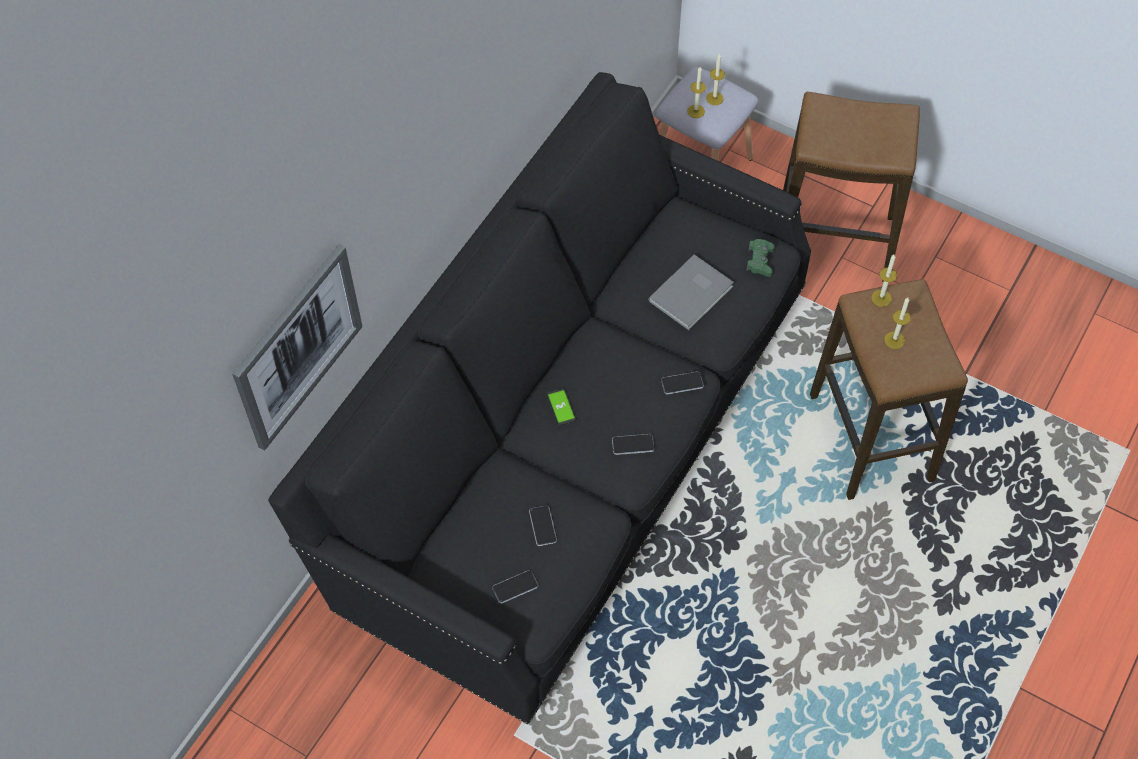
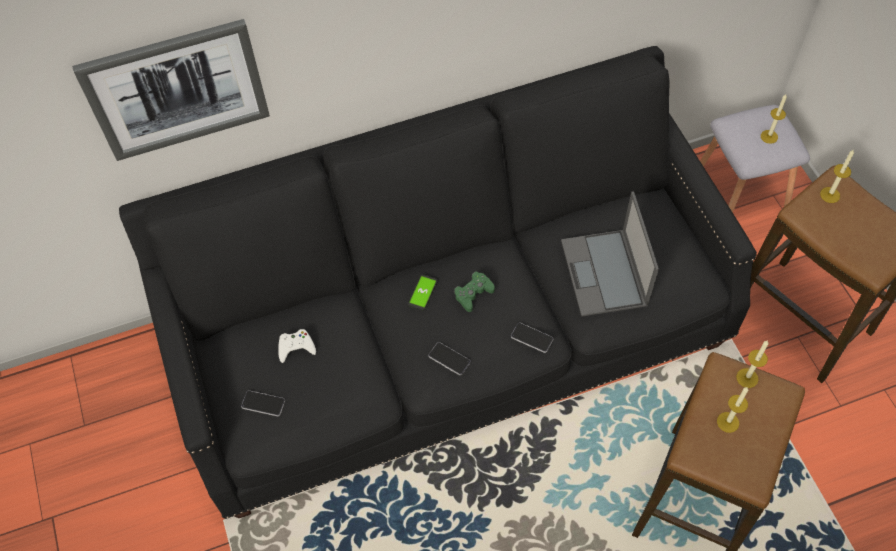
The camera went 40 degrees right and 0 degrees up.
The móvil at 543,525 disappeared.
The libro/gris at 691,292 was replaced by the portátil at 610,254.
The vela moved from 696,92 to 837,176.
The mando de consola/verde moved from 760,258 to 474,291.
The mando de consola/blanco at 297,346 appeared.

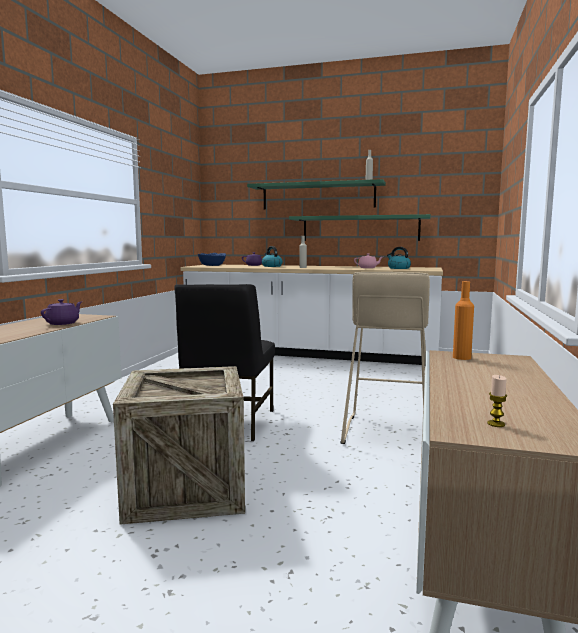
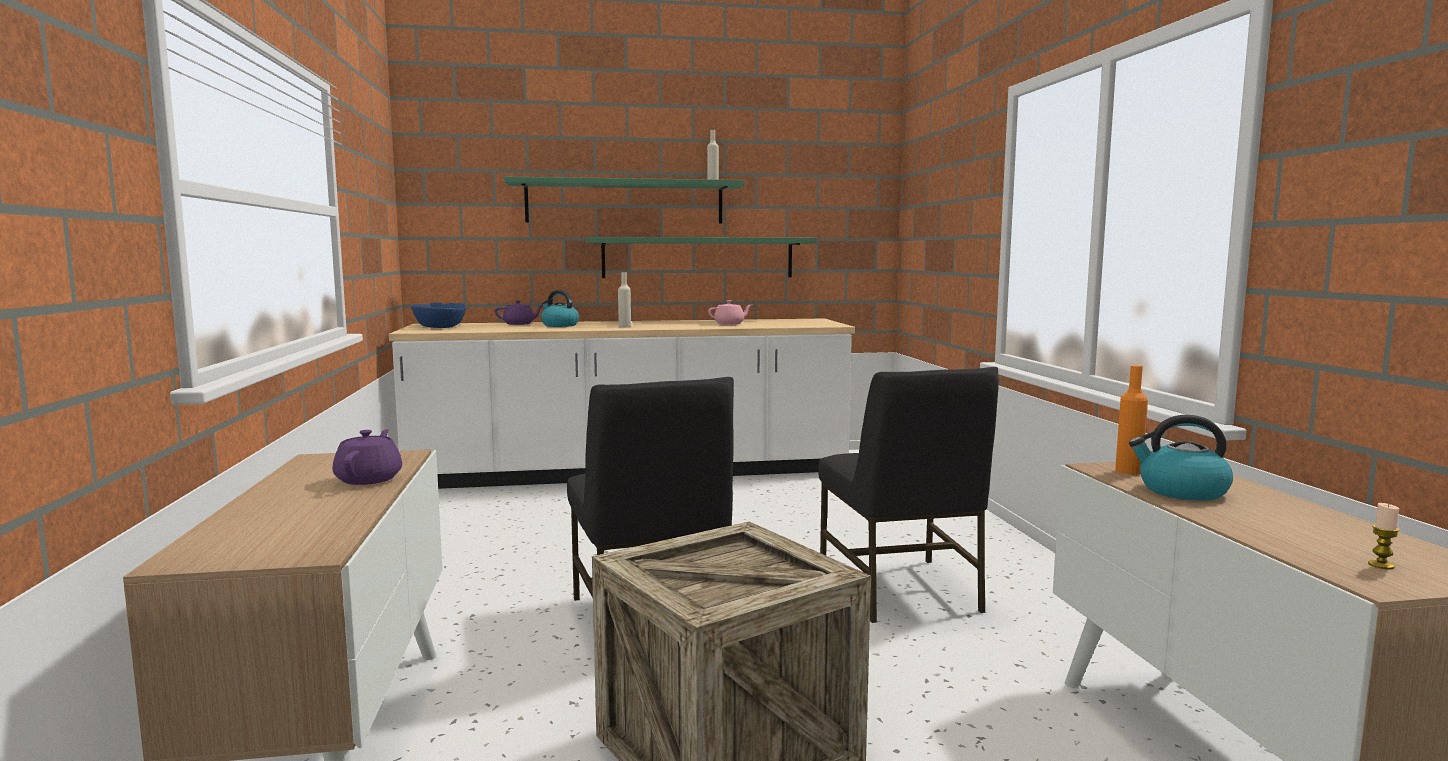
The camera went 25 degrees left and 0 degrees up.
The taburete/beis at 385,358 was replaced by the silla/negro at 908,495.
The hervidor moved from 399,258 to 1181,458.

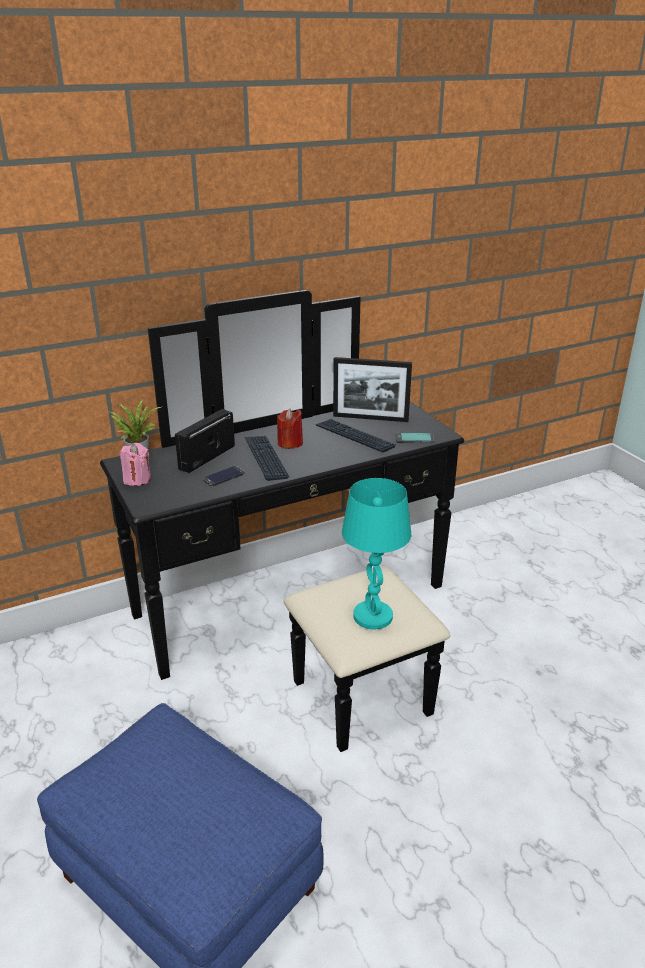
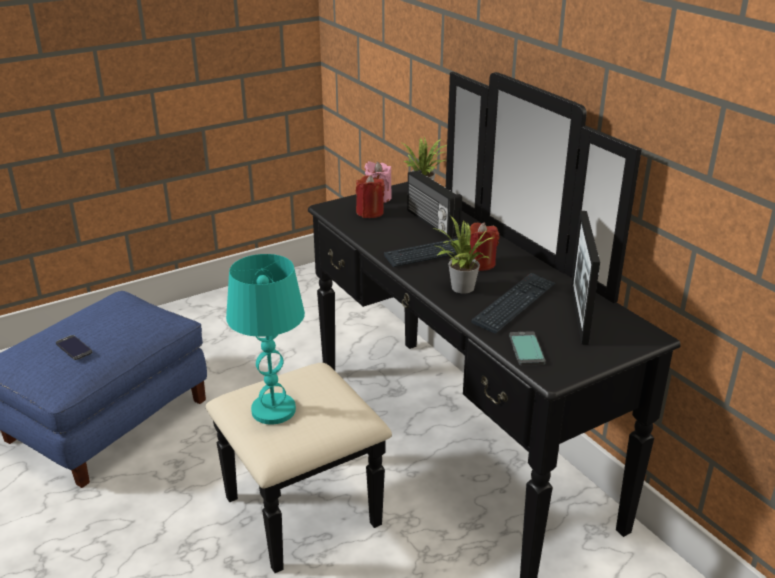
The camera went 85 degrees right and 0 degrees up.
The radio at 205,441 turned 150 degrees counterclockwise.
The móvil moved from 224,476 to 74,347.
The vela/rojo at 370,196 appeared.
The planta en maceta at 462,255 appeared.

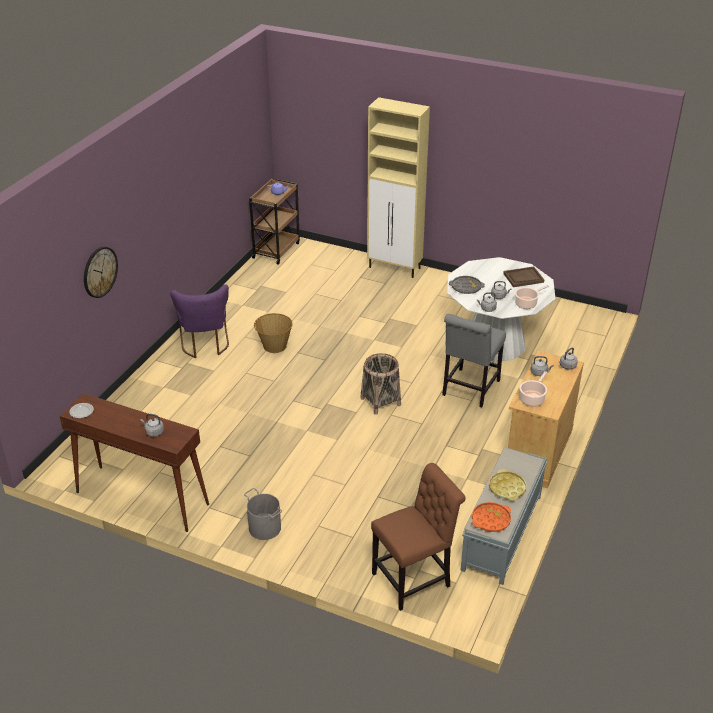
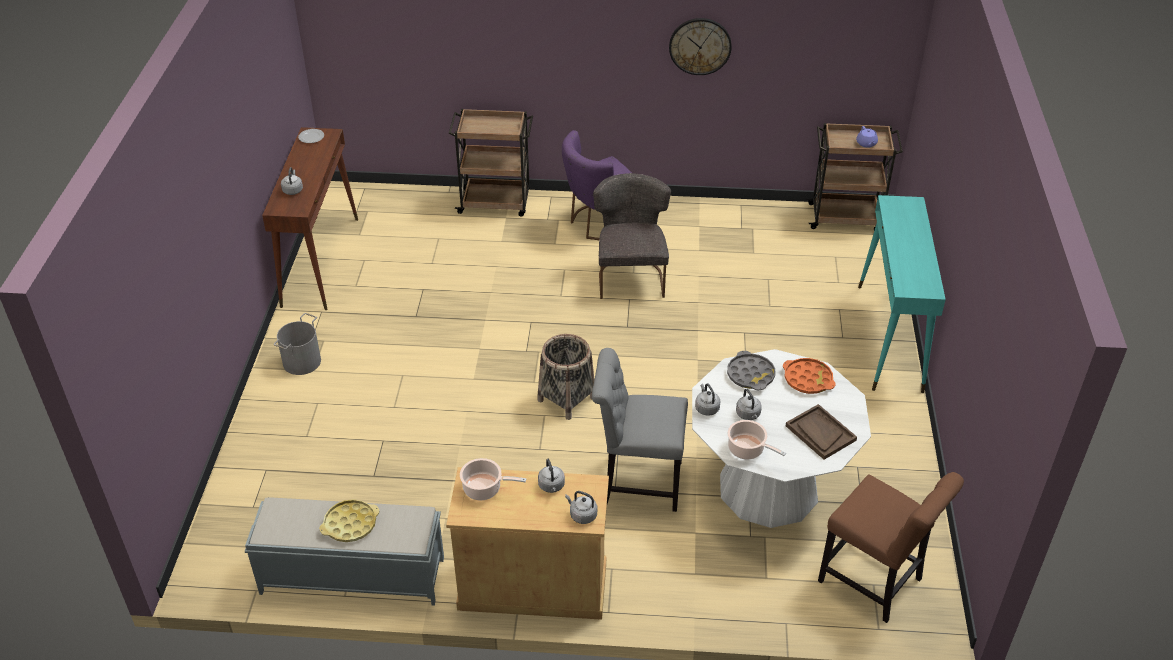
The camera went 70 degrees right and 5 degrees up.
The reloj de pared moved from 101,272 to 700,46.
The cesta at 273,333 was replaced by the silla/gris at 632,236.
The armario/beis at 398,187 was replaced by the mesa consola/turquesa at 902,294.
The silla/marrón moved from 418,537 to 891,547.
The bandeja/naranja moved from 491,517 to 809,376.
The carrito/marrón at 490,163 appeared.

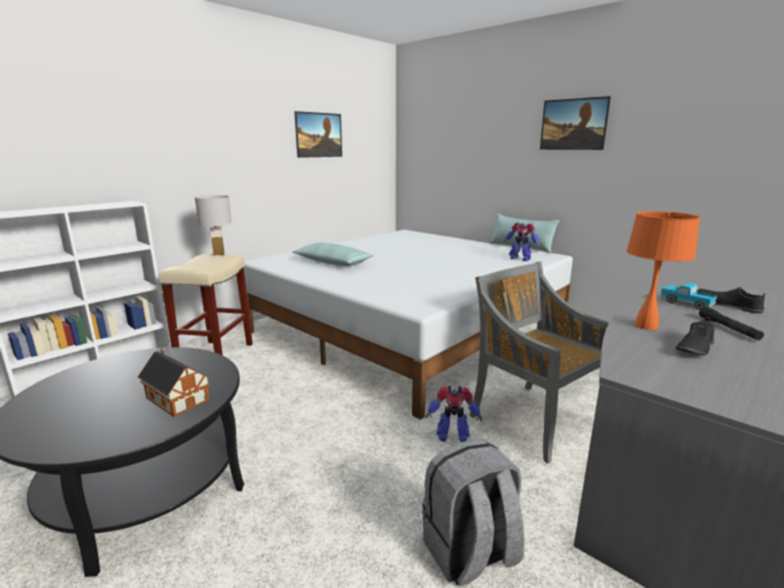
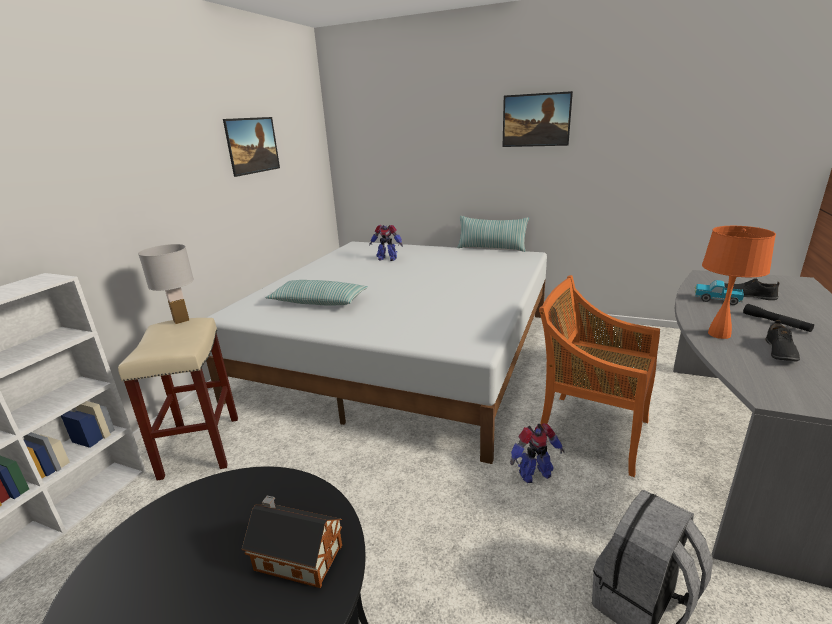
The camera went 20 degrees left and 5 degrees up.
The silla/gris at 540,362 became the silla/naranja at 599,376.
The robot de juguete moved from 521,241 to 386,243.

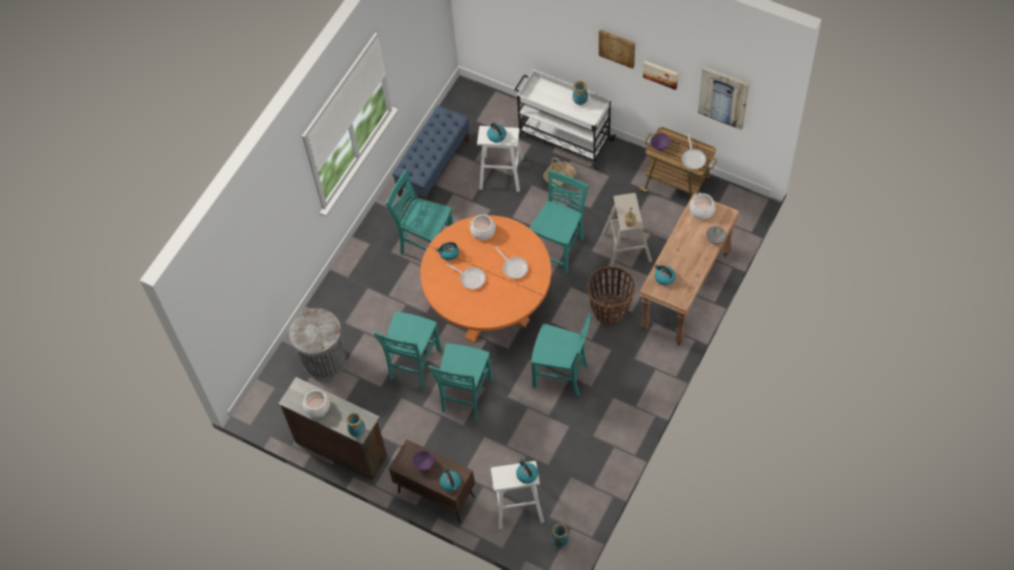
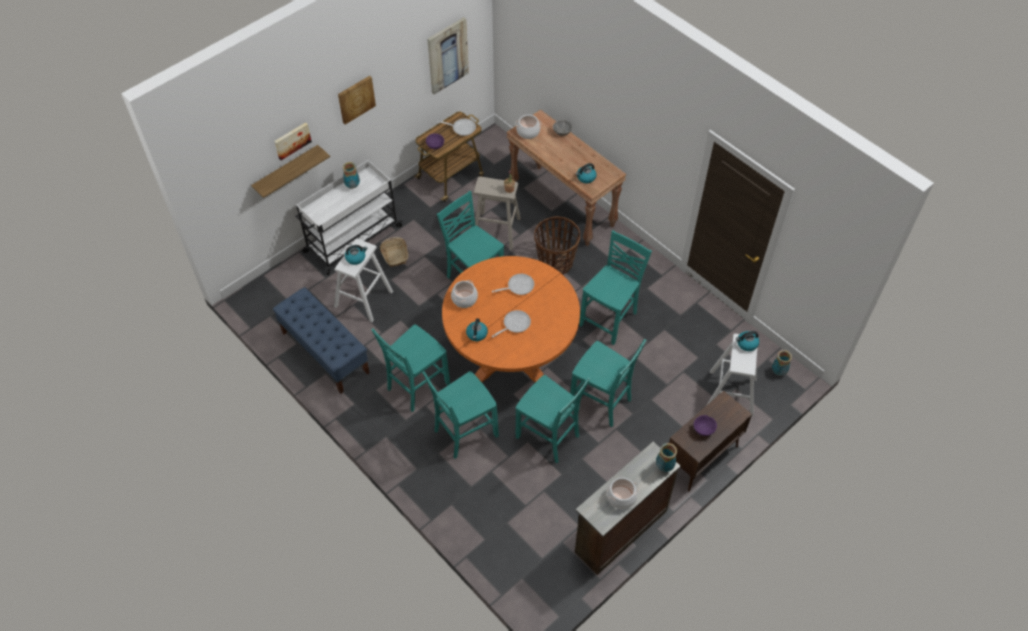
The camera went 75 degrees left and 5 degrees down.
The papelera/gris at 317,344 disappeared.
The hervidor at 450,481 disappeared.
The cuadro moved from 660,75 to 293,141.
The estante at 290,171 appeared.
The silla/turquesa at 460,415 appeared.

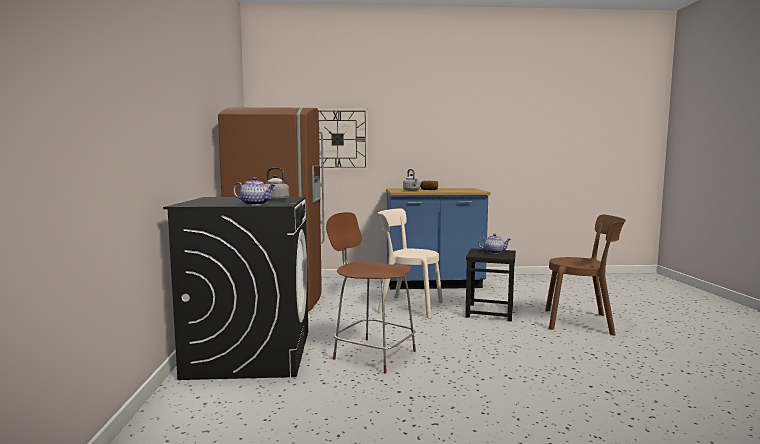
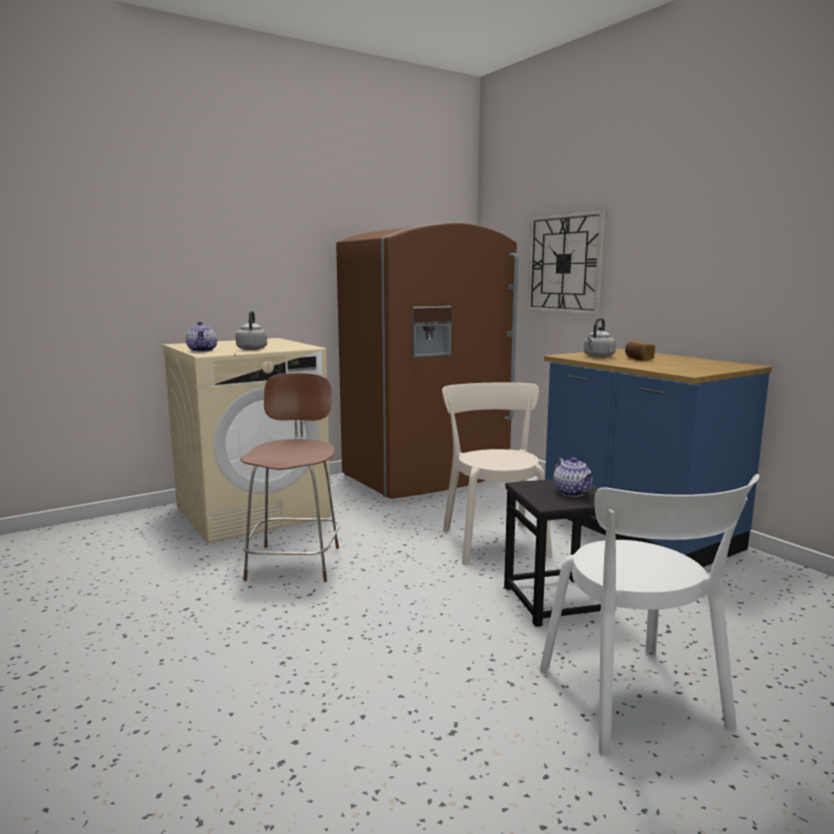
The camera went 60 degrees right and 5 degrees up.
The lavadora/negro at 235,288 became the lavadora/beis at 246,441.
The silla/marrón at 585,275 became the silla/blanco at 649,615.

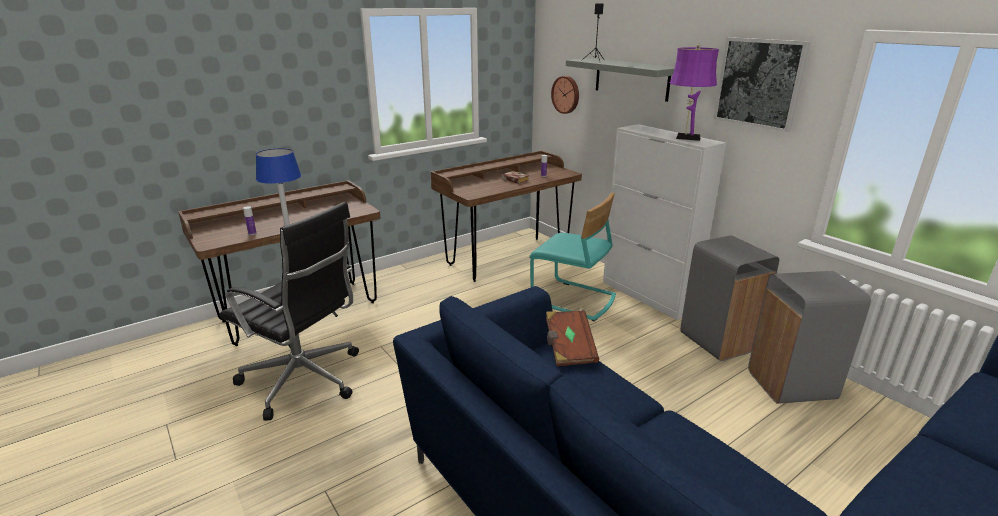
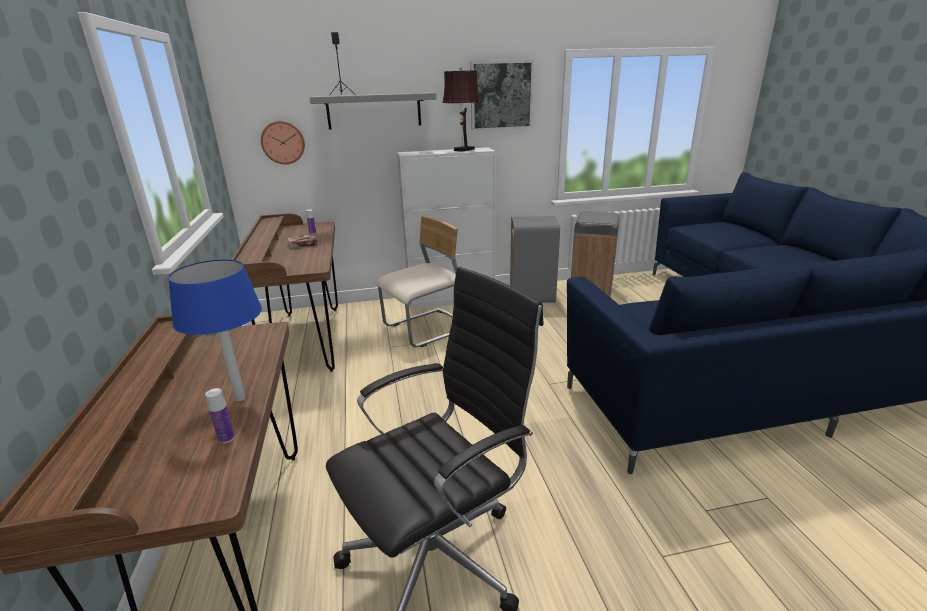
The camera went 65 degrees left and 0 degrees up.
The silla/turquesa at 572,257 became the silla/beis at 417,282.
The libro/marrón at 572,338 disappeared.
The lámpara de mesa/morado at 694,92 became the lámpara de mesa/marrón at 461,109.

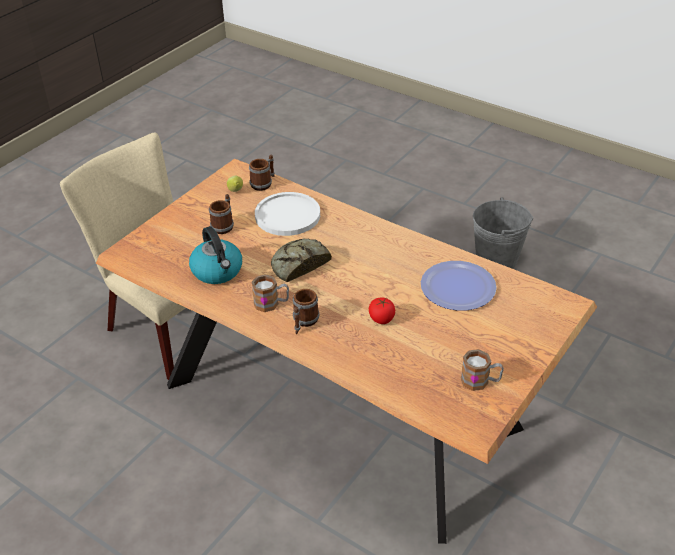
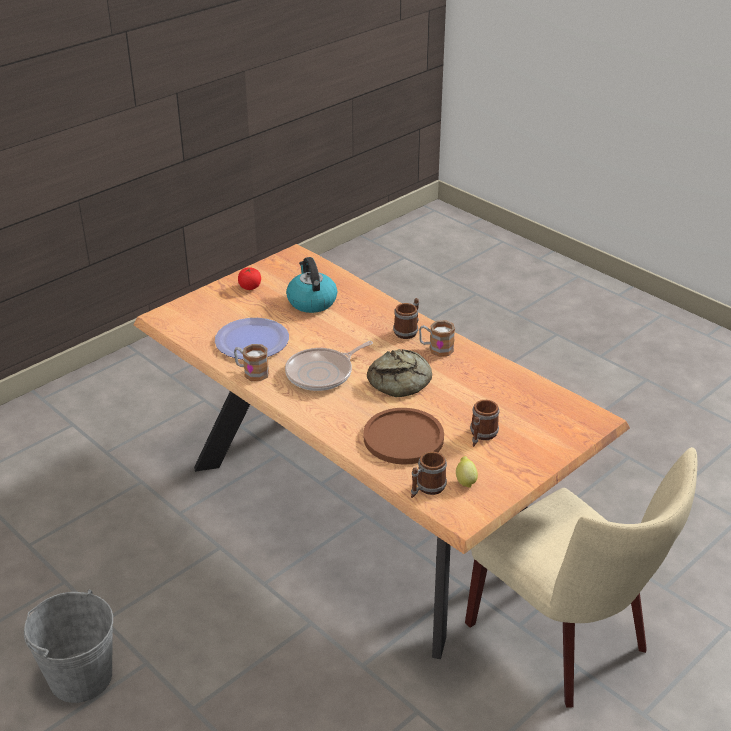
The camera went 170 degrees left and 5 degrees down.
The hervidor moved from 215,255 to 311,285.
The plato/blanco at 287,214 became the plato/marrón at 403,436.
The tomate moved from 382,311 to 249,278.
The taza grande moved from 482,370 to 251,362.
The sartén at 329,366 appeared.

